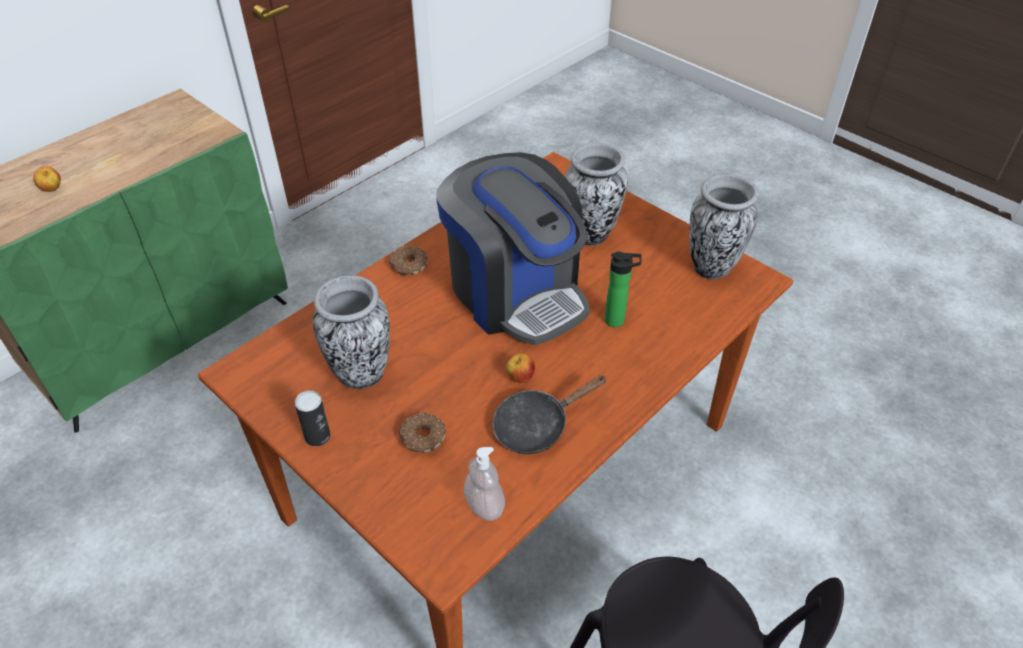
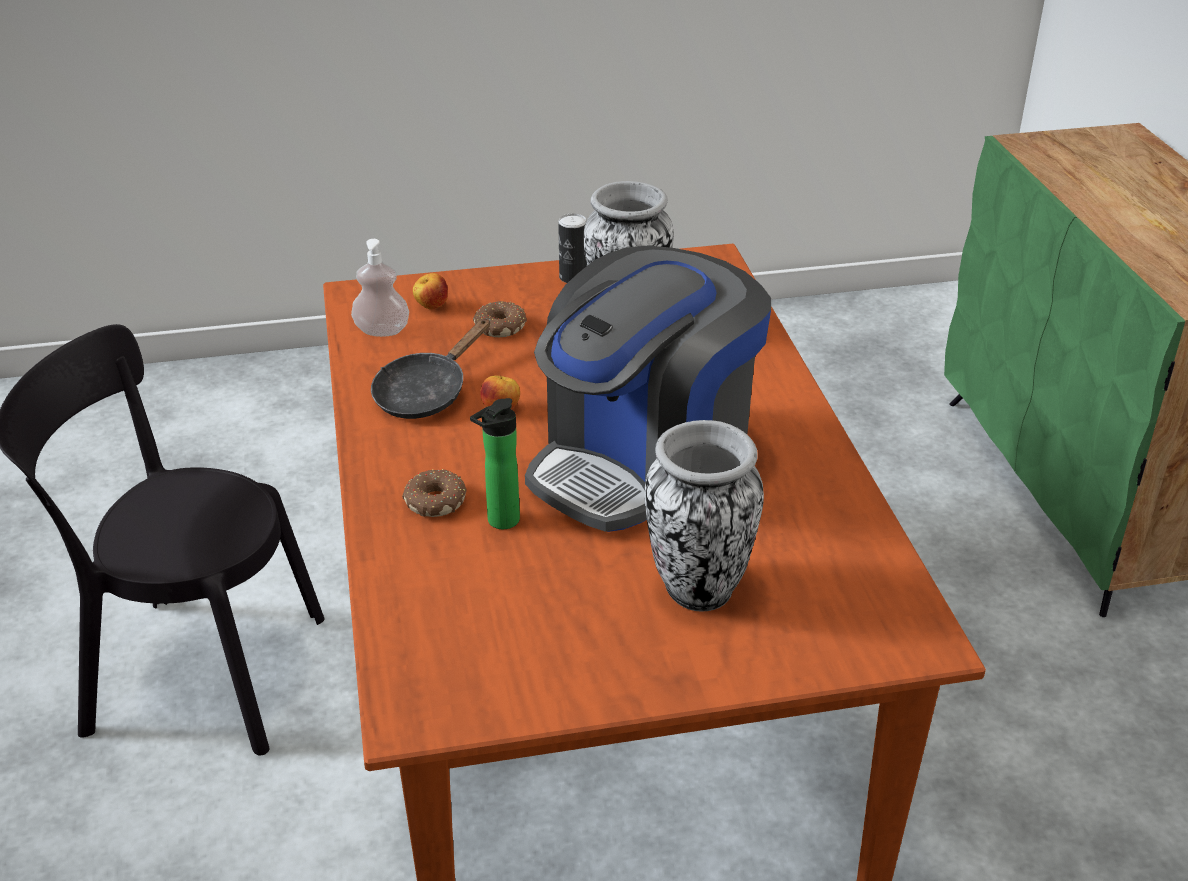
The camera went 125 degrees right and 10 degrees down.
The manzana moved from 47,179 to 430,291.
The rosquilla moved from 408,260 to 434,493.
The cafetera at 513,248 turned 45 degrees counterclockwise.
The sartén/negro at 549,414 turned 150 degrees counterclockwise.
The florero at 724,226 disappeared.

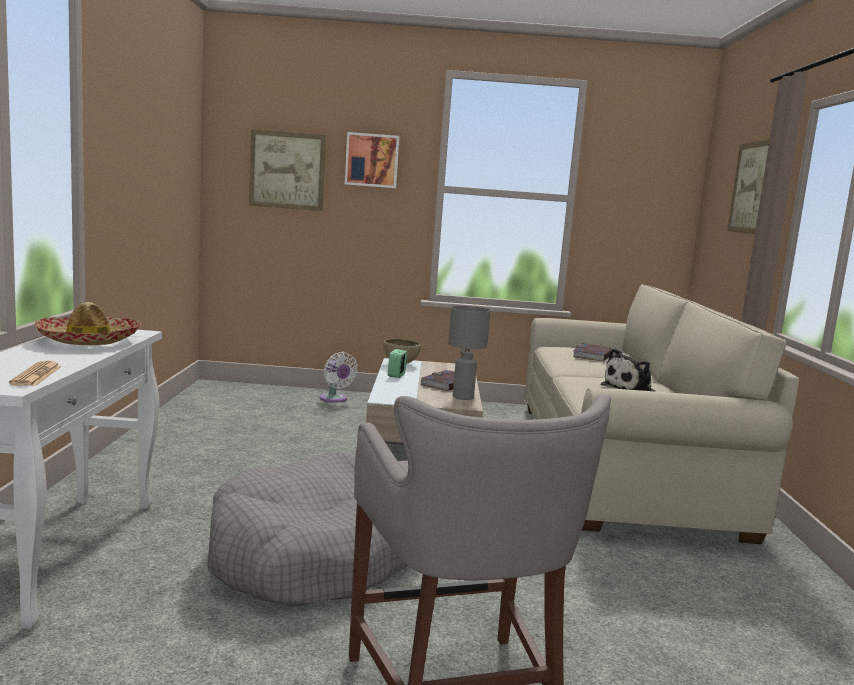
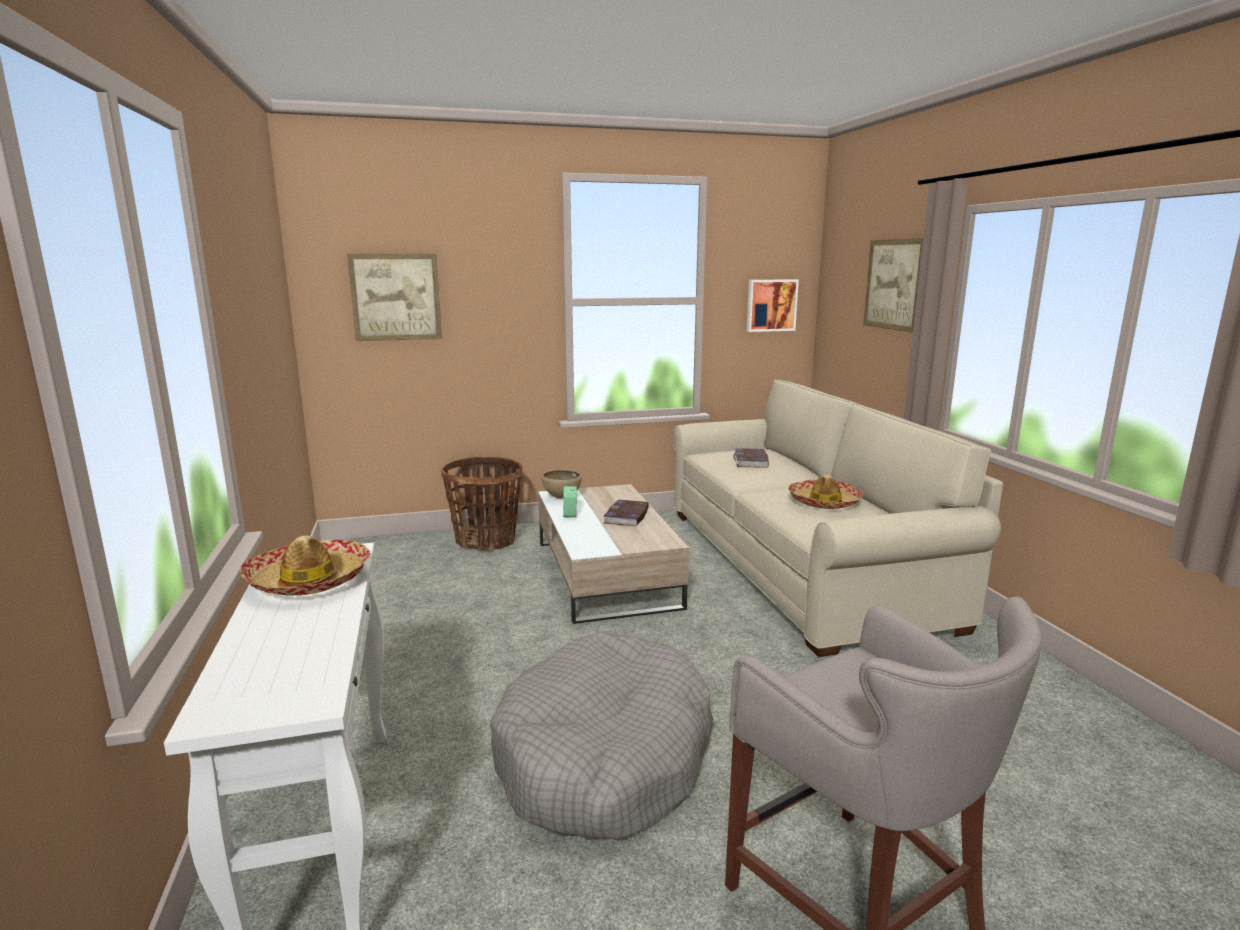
The camera went 15 degrees left and 5 degrees up.
The periódico at 35,373 disappeared.
The ventilador/blanco at 339,377 was replaced by the cesta at 481,504.
The cuadro moved from 372,160 to 773,305.
The lámpara de mesa/gris at 469,353 disappeared.
The peluche at 628,370 was replaced by the sombrero at 825,492.

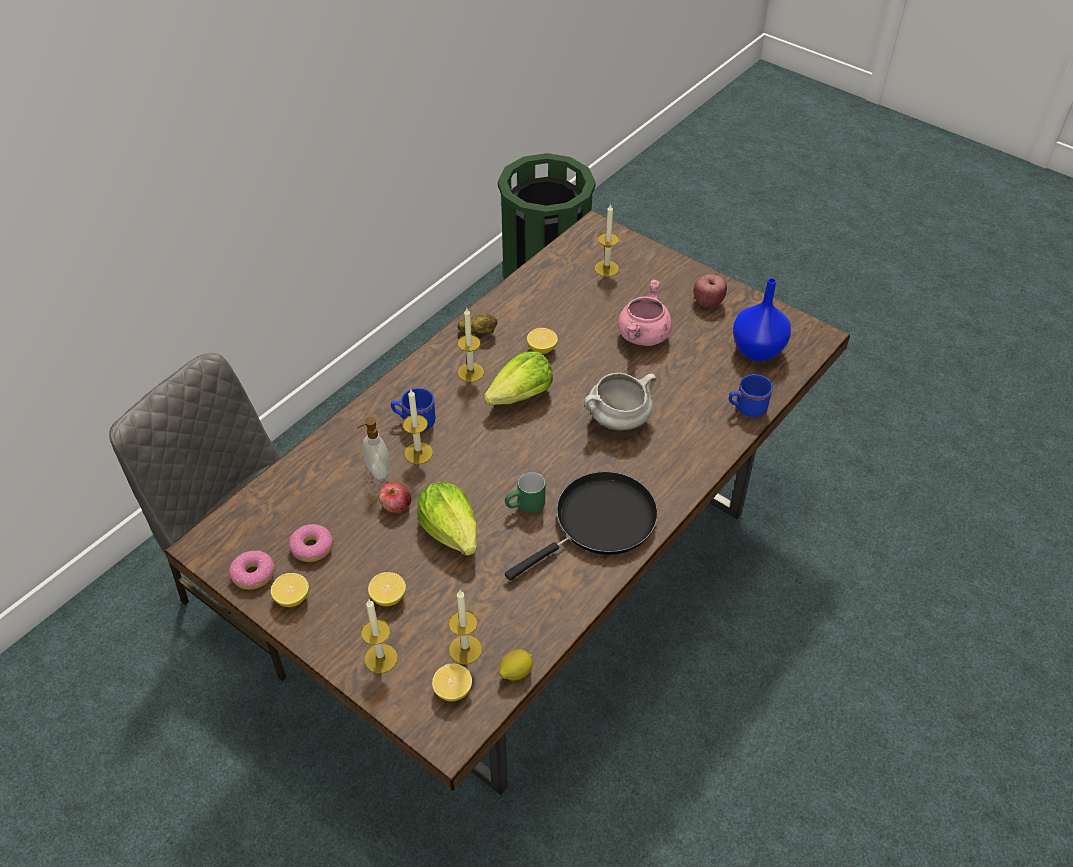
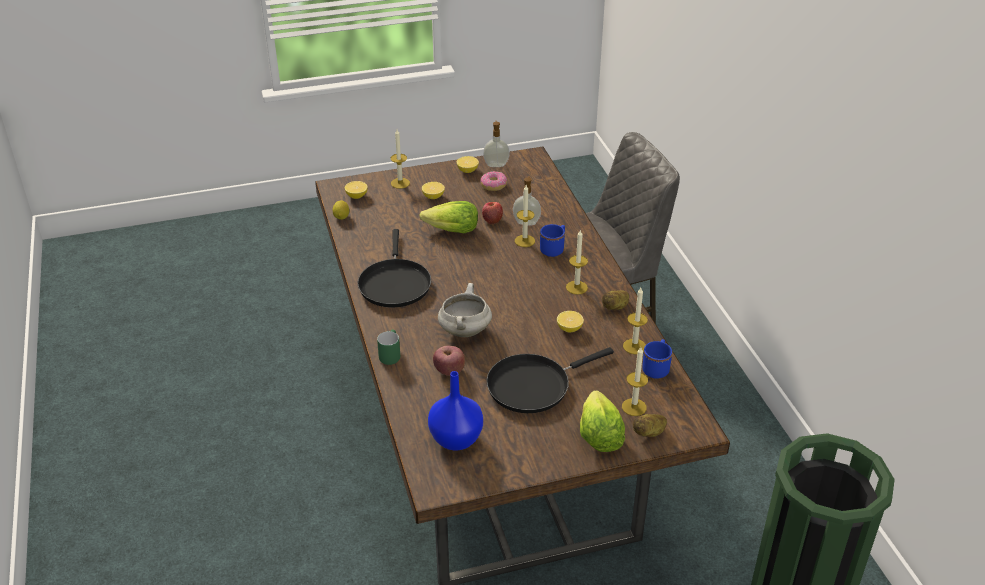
The camera went 125 degrees right and 10 degrees down.
The rosquilla at 252,570 was replaced by the dispensador de jabón at 496,144.
The vela moved from 465,627 to 635,321.
The lechuga moved from 518,378 to 602,421.
The taza grande/verde moved from 525,492 to 388,347.
The olla/rosa at 645,312 was replaced by the sartén/negro at 550,380.
The manzana moved from 710,290 to 449,361.
The taza grande/azul moved from 751,395 to 657,359.
The patata at 650,425 appeared.

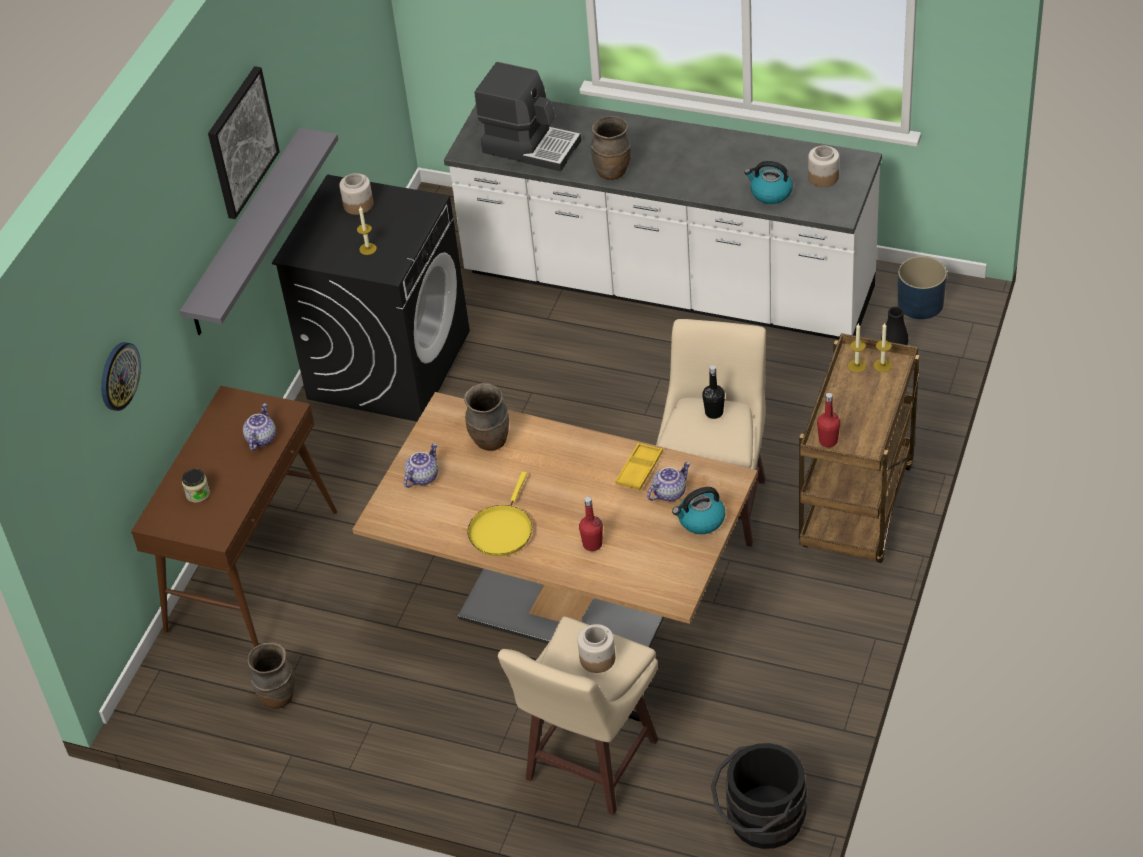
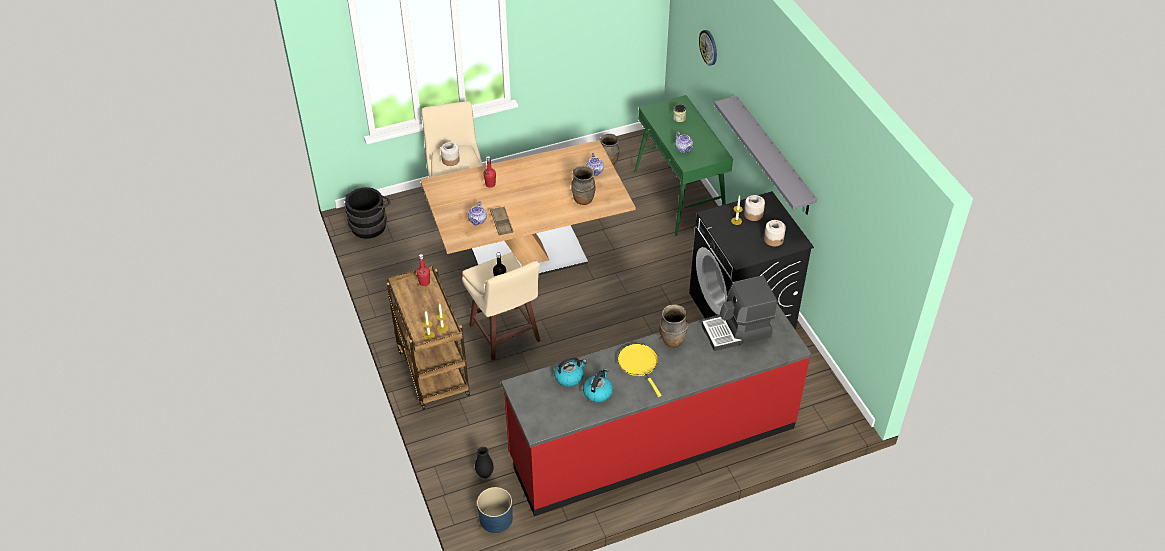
The camera went 135 degrees right and 0 degrees up.
The mesa consola/marrón at 234,517 became the mesa consola/verde at 683,165.
The cuadro at 244,142 disappeared.
The mueble bajo de cocina/blanco at 663,220 became the mueble bajo de cocina/rojo at 656,410.
The sartén/amarillo moved from 500,514 to 639,370.
The bandeja/amarillo at 639,466 became the bandeja/marrón at 501,221.
The hervidor moved from 698,510 to 598,386.
The tarro moved from 823,166 to 754,208.

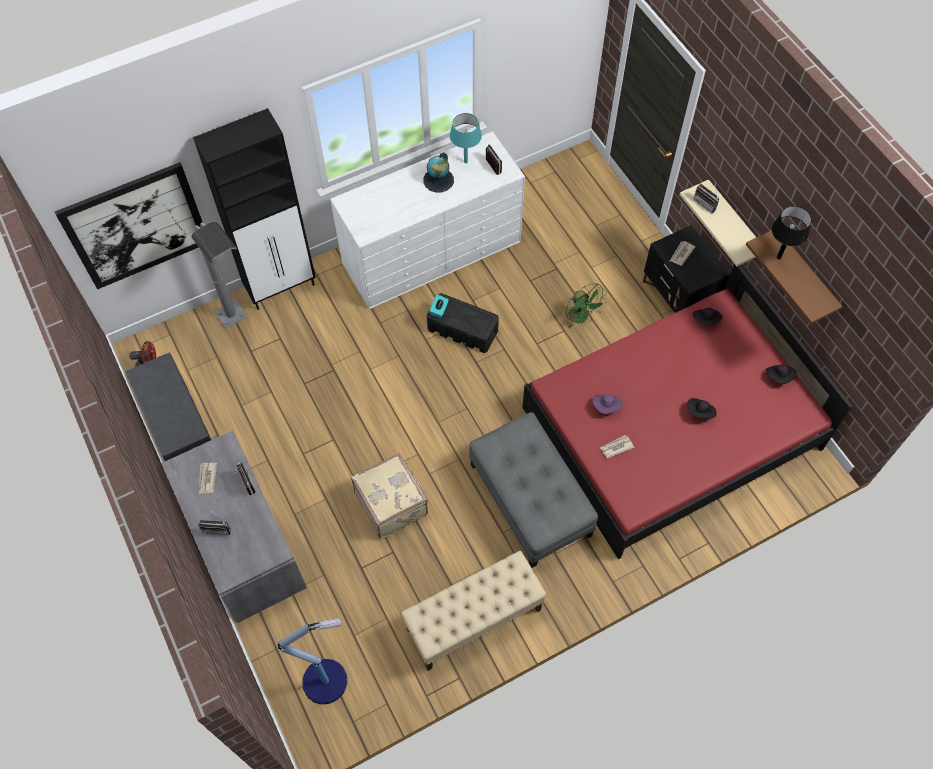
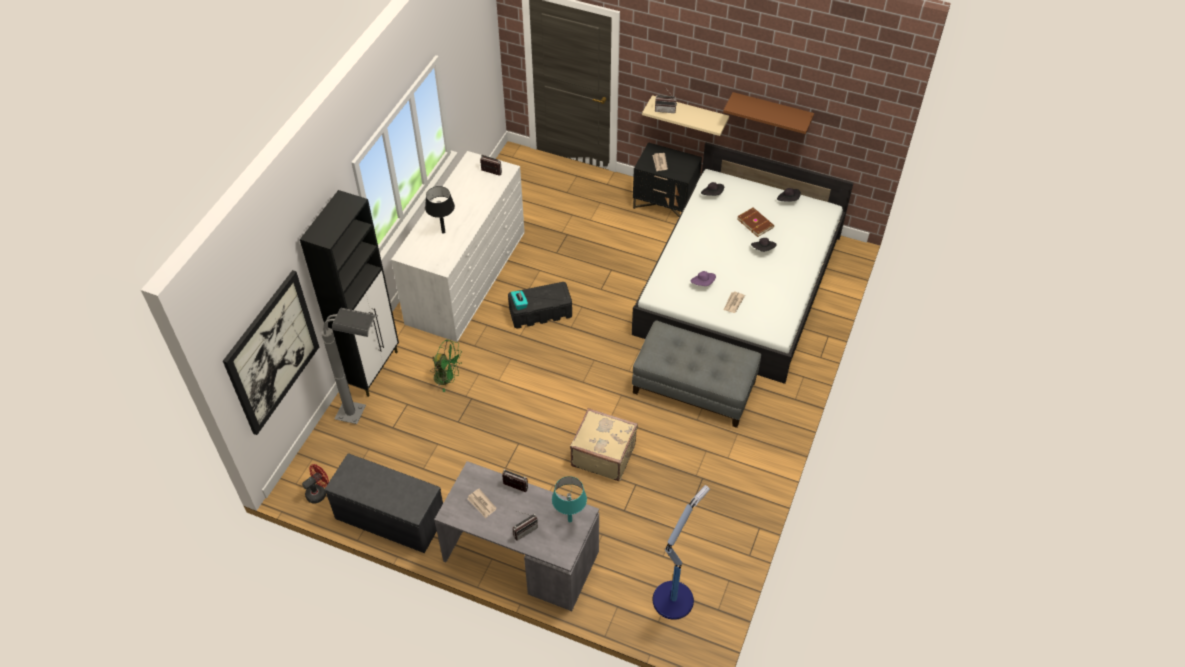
The camera went 40 degrees left and 10 degrees down.
The banco/beis at 474,611 disappeared.
The globo terráqueo at 438,172 disappeared.
The lámpara de mesa/turquesa moved from 466,138 to 569,499.
The cama/rojo at 687,411 became the cama/blanco at 742,263.
The ventilador/verde moved from 586,306 to 446,365.
The lámpara de mesa/negro moved from 791,232 to 440,210.
The libro/marrón at 755,222 appeared.

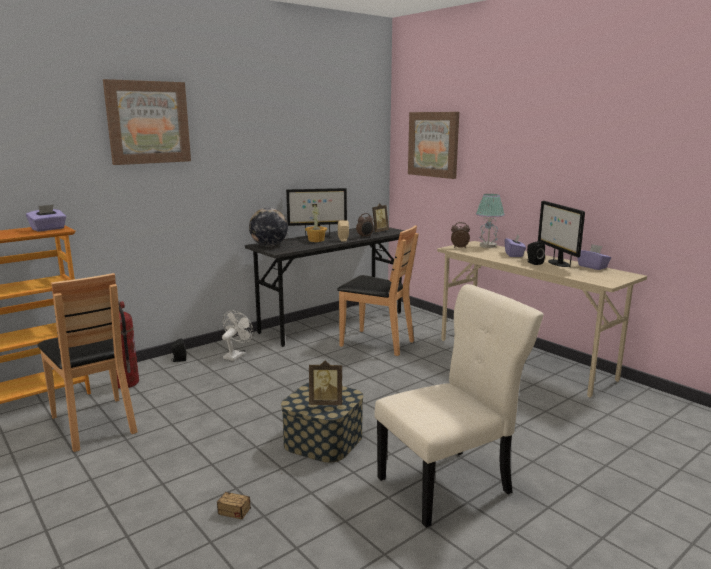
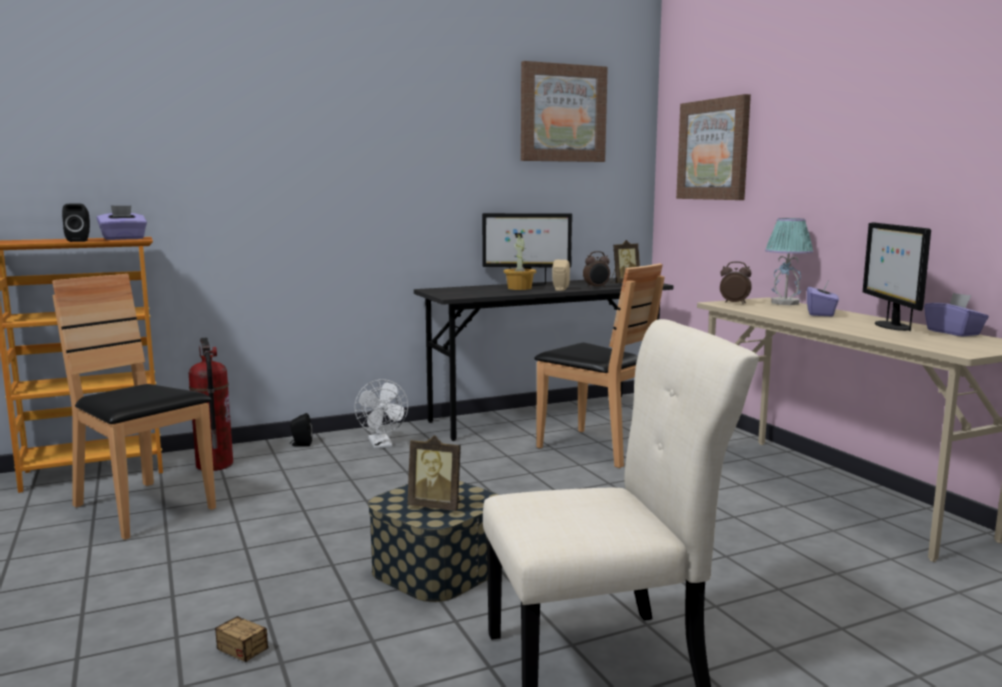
The camera went 15 degrees right and 5 degrees down.
The silla/marrón at 87,362 turned 150 degrees clockwise.
The cuadro moved from 147,122 to 564,111.
The ventilador/blanco at 238,336 turned 120 degrees clockwise.
The globo terráqueo at 268,227 disappeared.
The altavoz/negro moved from 536,253 to 76,223.

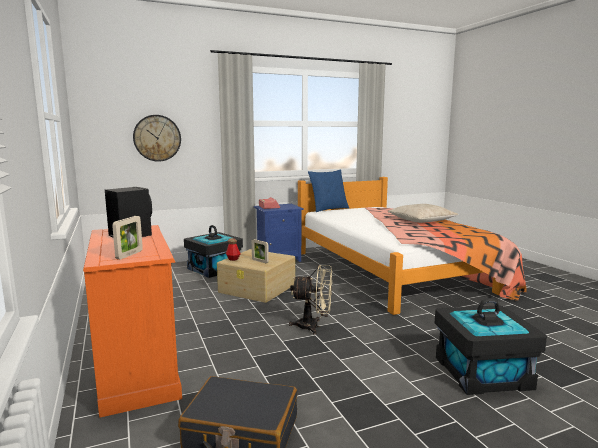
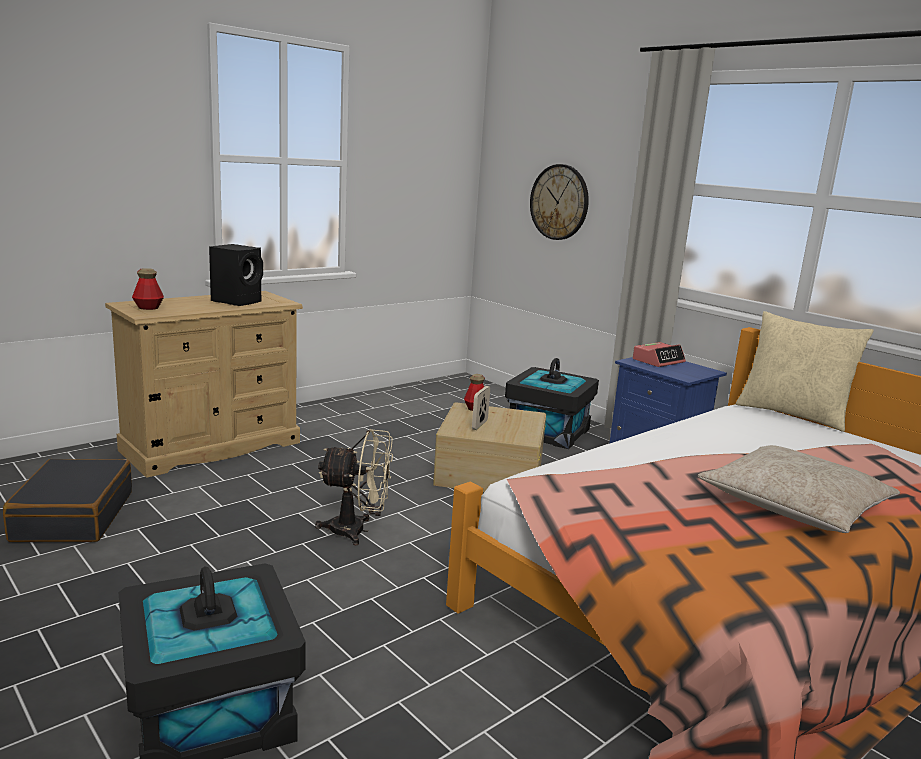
The camera went 70 degrees right and 5 degrees up.
The cómoda/naranja at 132,321 became the cómoda/beis at 204,384.
The portarretratos at 127,237 was replaced by the botella at 148,289.
The ventilador/beis at 310,299 turned 75 degrees counterclockwise.
The cojín/azul at 328,190 became the cojín/beis at 805,371.

